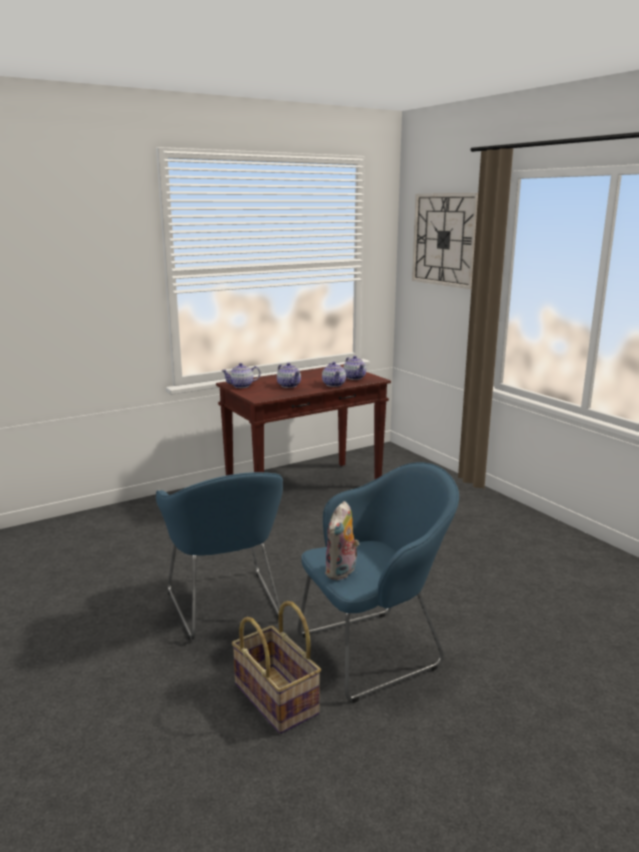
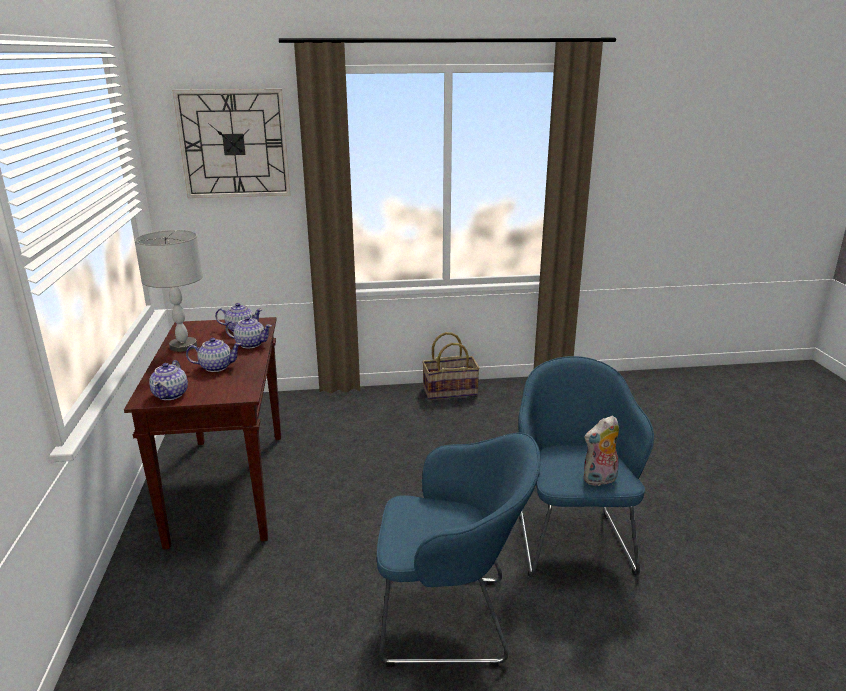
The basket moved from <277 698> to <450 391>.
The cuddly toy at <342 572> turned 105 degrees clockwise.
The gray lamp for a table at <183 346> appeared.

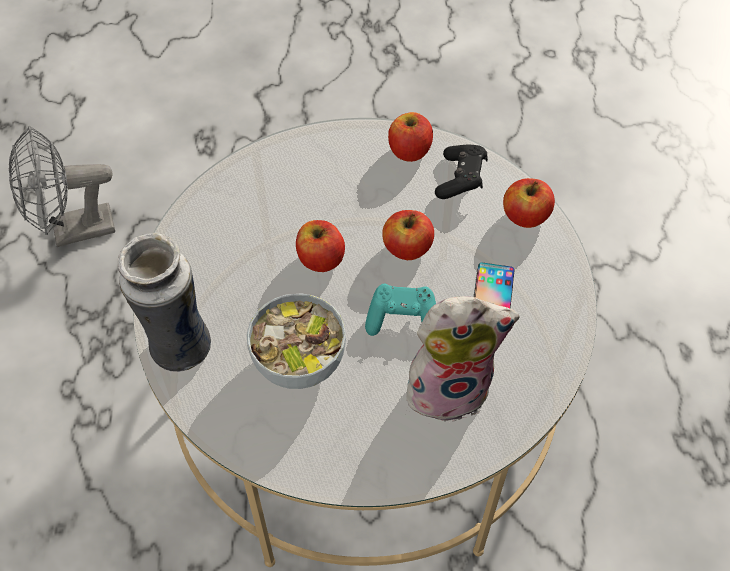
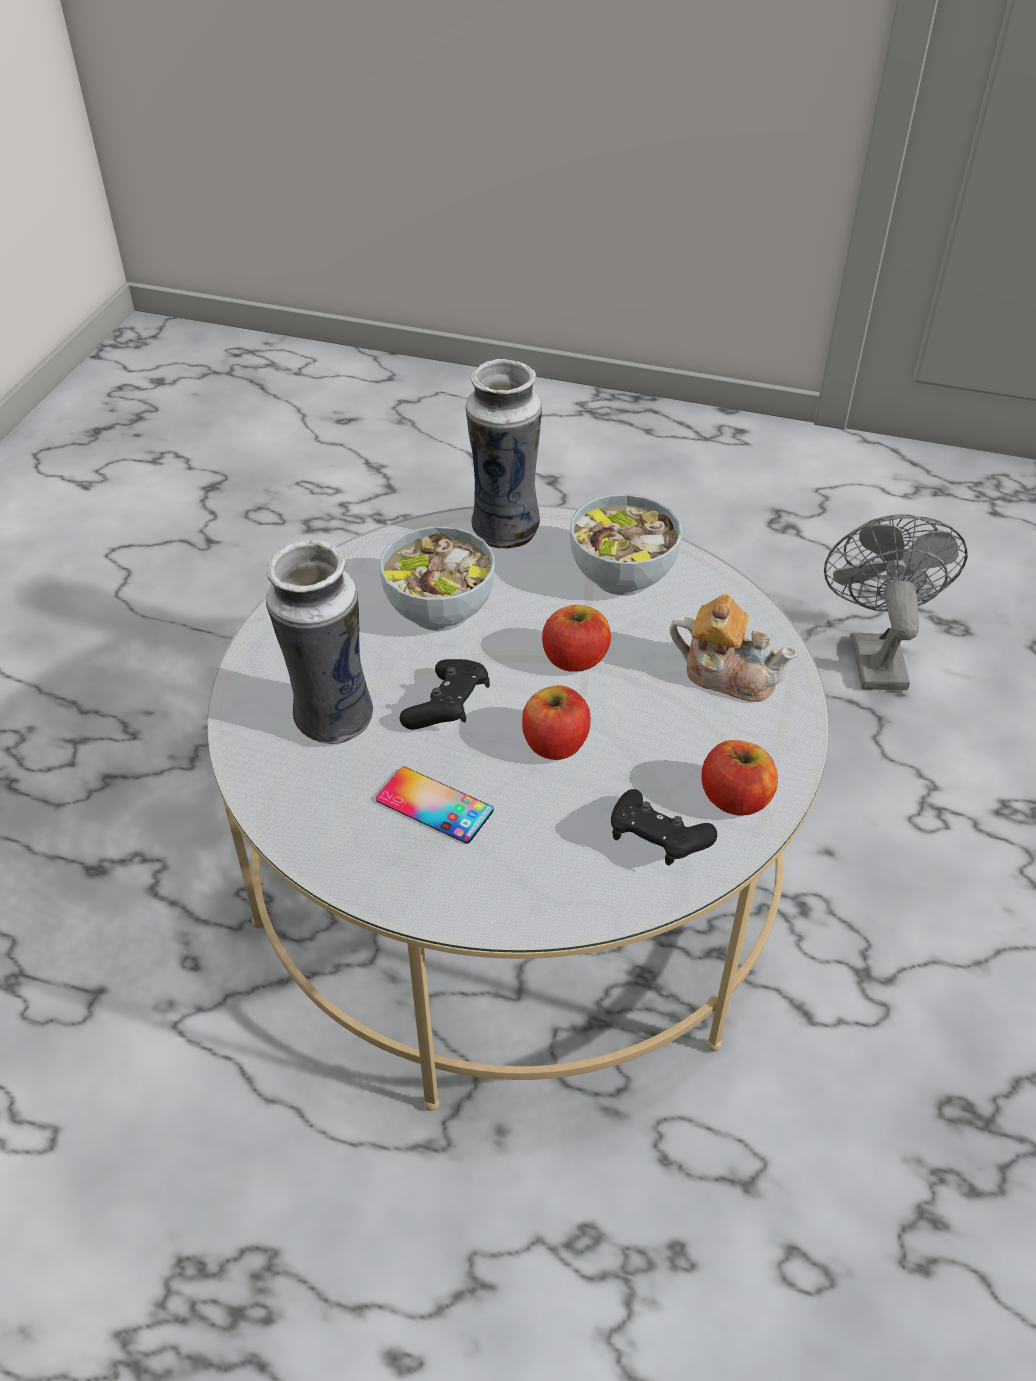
The blue-green gamepad at <402 319> became the black-coloured gamepad at <448 708>.
The cuddly toy at <449 388> was replaced by the flower vase at <331 721>.
The apple at <525 216> disappeared.
The deep dish at <621 575> appeared.
The pot for tea at <728 674> appeared.

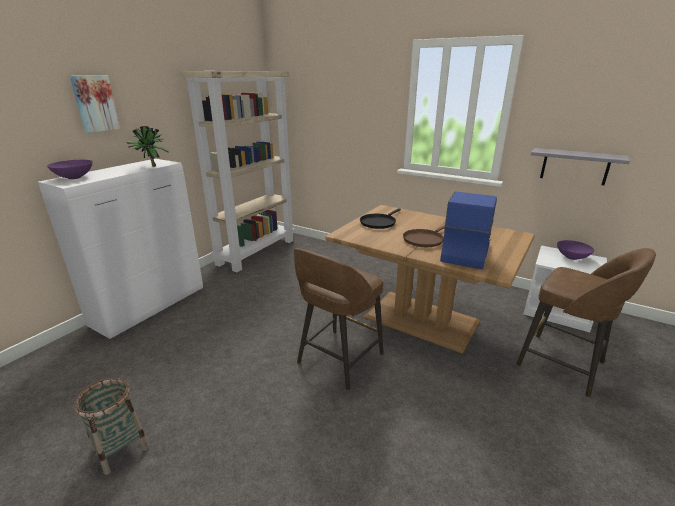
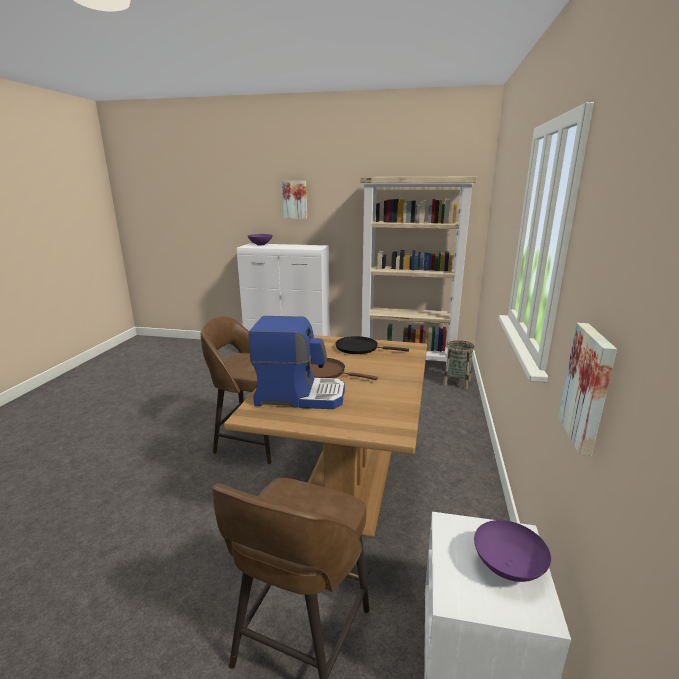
The basket moved from <121 448> to <457 383>.
The houseplant at <151 166> disappeared.
The gray wall shelf at <574 166> was replaced by the wall art at <590 387>.

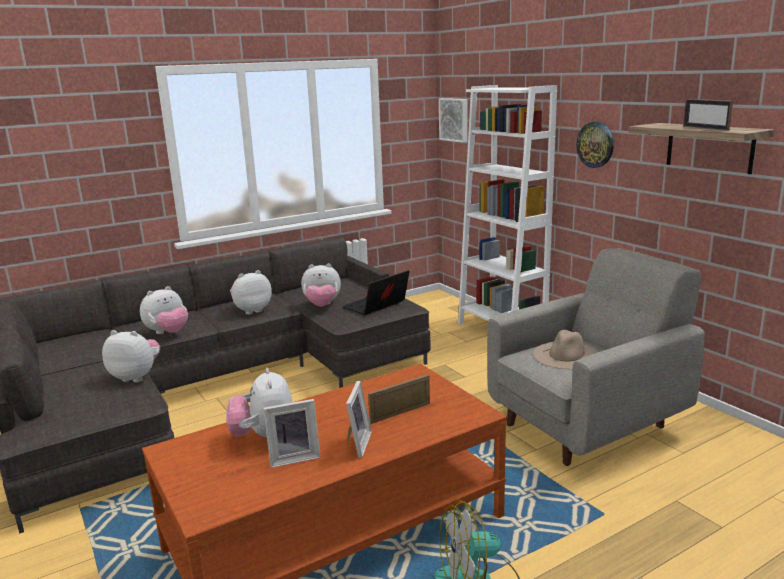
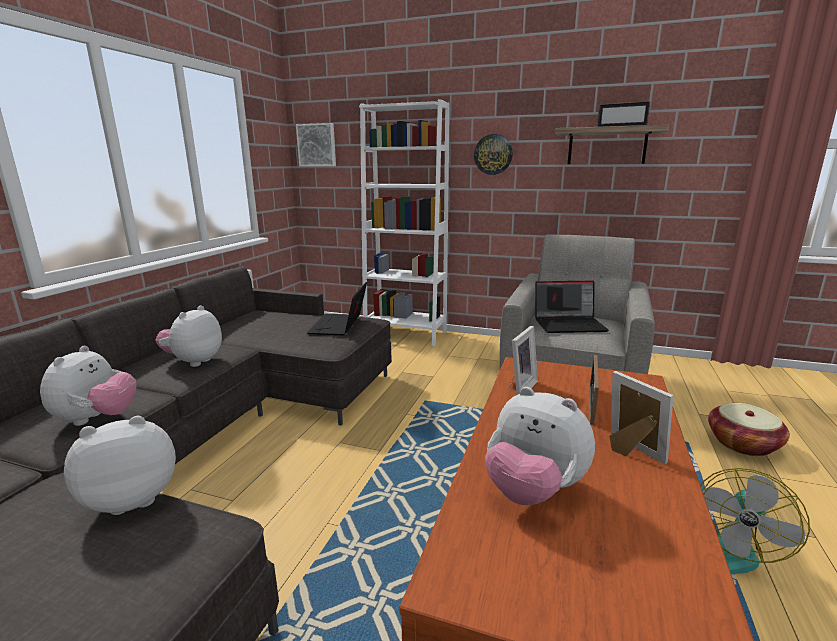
The standing frame moved from <294 457> to <519 388>.
The cuddly toy at <322 305> disappeared.
The beige-coloured clothing hat at <566 355> was replaced by the laptop at <569 324>.
The basket at <742 444> appeared.

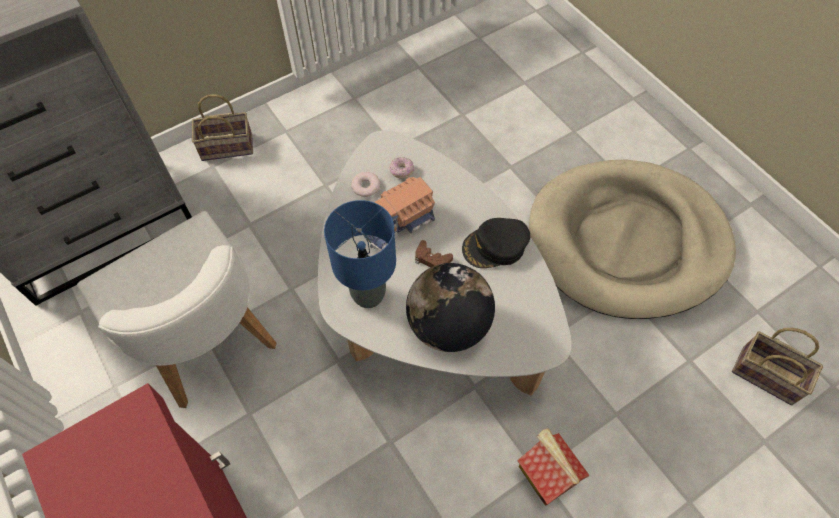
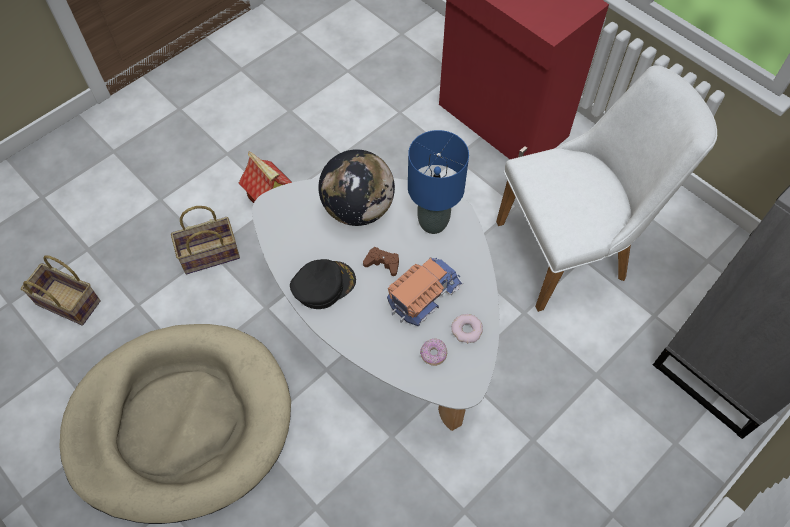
The white-coloured chair at <211 348> turned 120 degrees clockwise.
The basket moved from <228 146> to <208 256>.

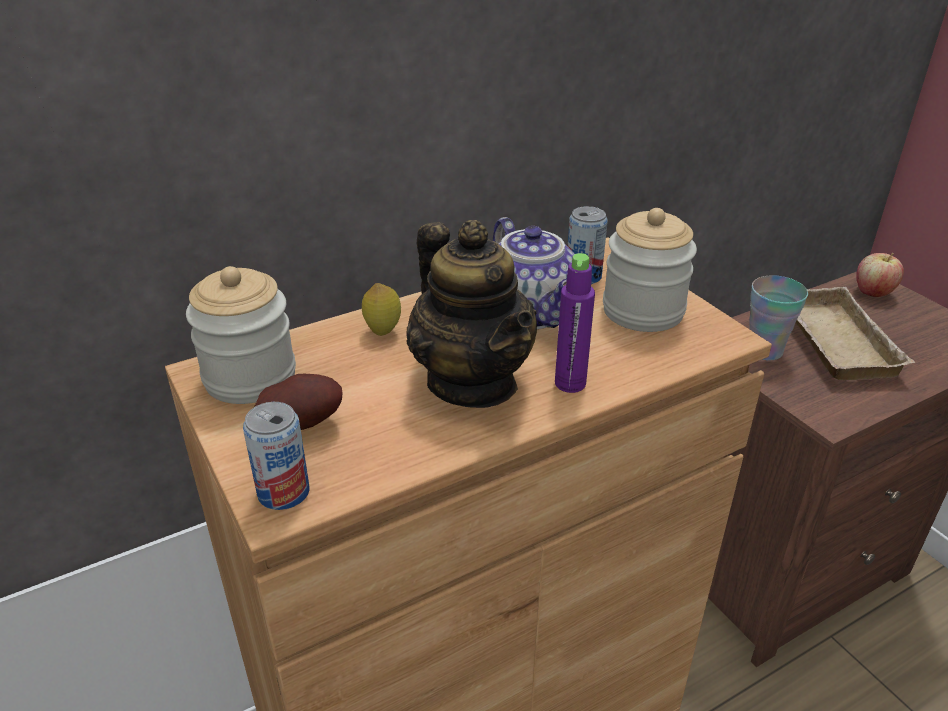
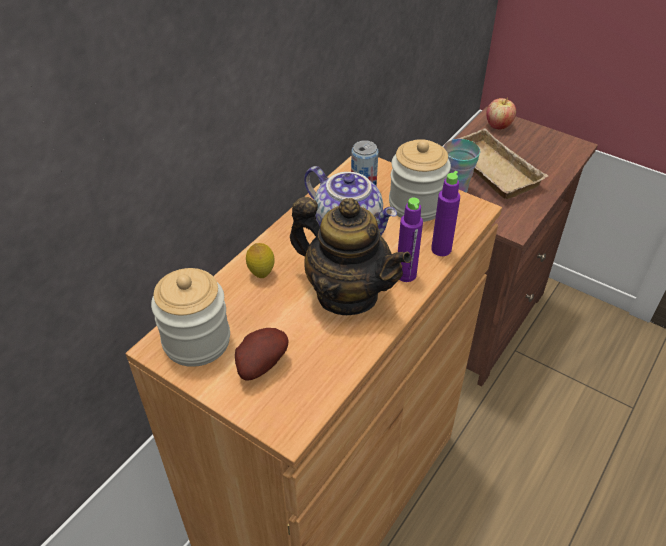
The metal can at <283 492> disappeared.
The purplish beverage bottle at <441 249> appeared.

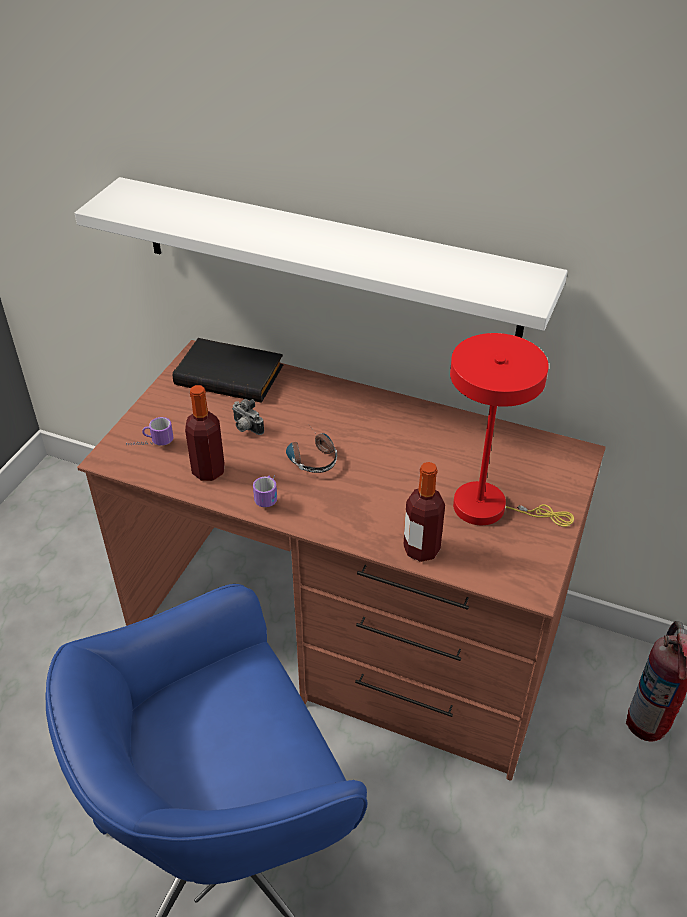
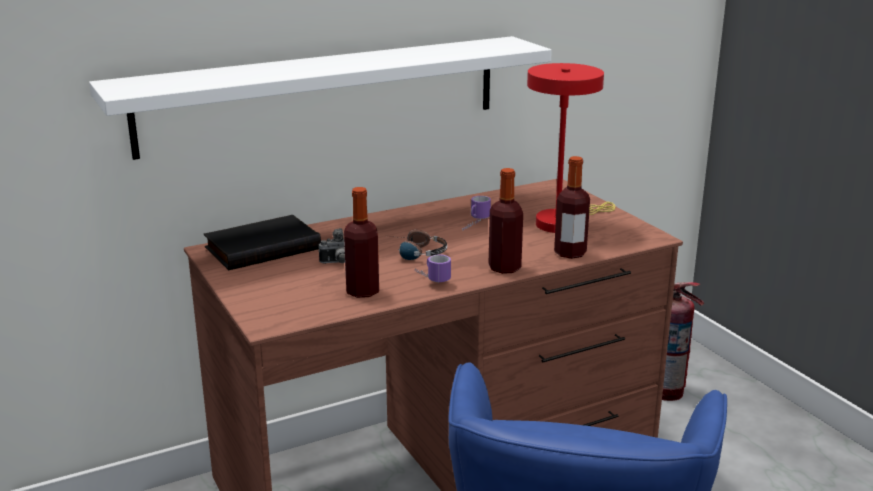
The coffee mug moved from <150 444> to <473 225>.
The beverage bottle at <504 268> appeared.

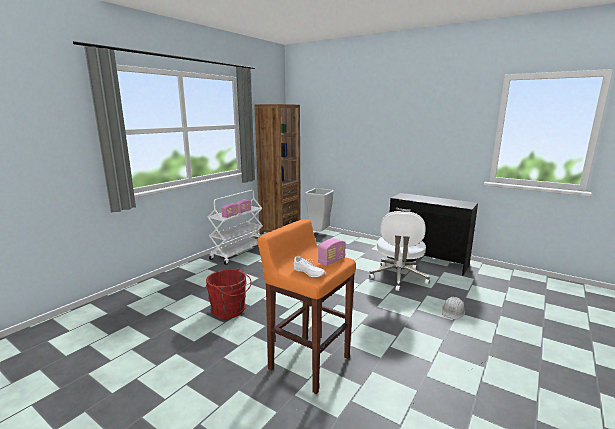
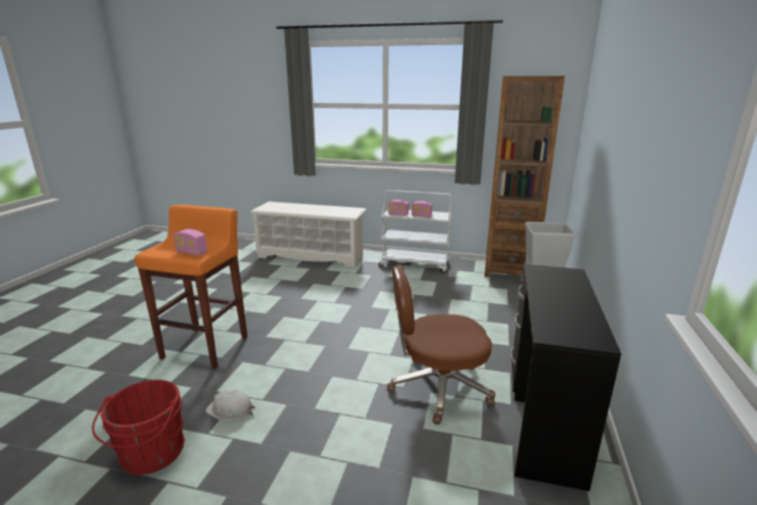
The reddish water bucket moved from <230 310> to <150 455>.
The white-coloured low shoe at <308 273> disappeared.
The white-coloured computer chair at <398 277> became the brown computer chair at <438 388>.
The white-coloured safety helmet moved from <453 311> to <230 410>.
The white-coloured shoe shelf at <311 256> appeared.

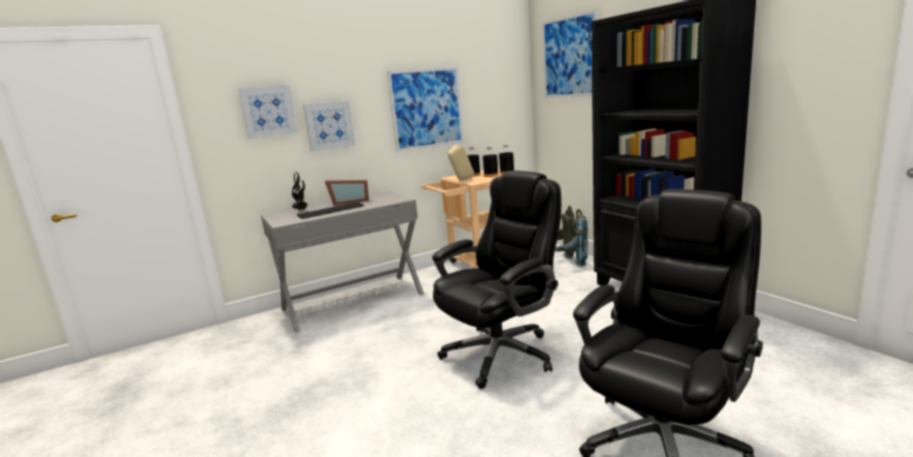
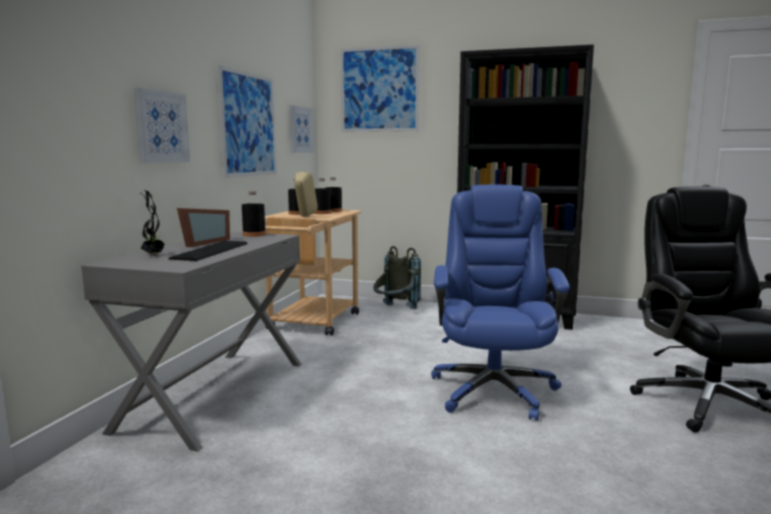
The wall art moved from <268 111> to <300 130>.
The black-coloured computer chair at <501 353> became the blue-coloured computer chair at <493 389>.
The black-coloured beverage bottle at <254 234> appeared.

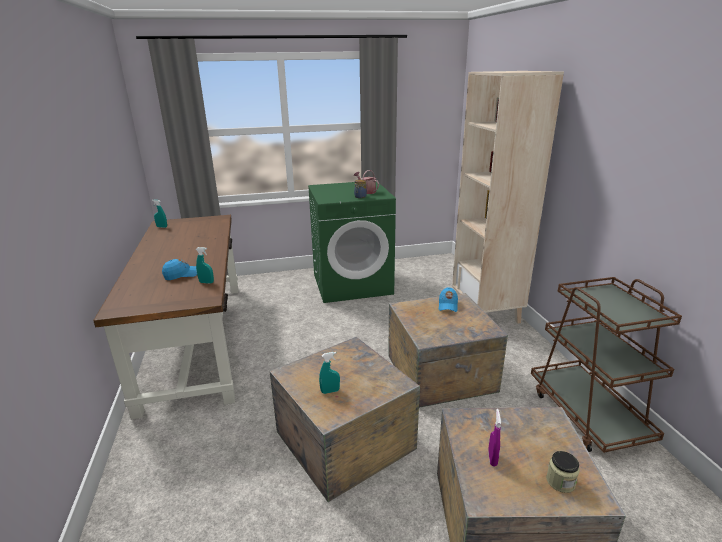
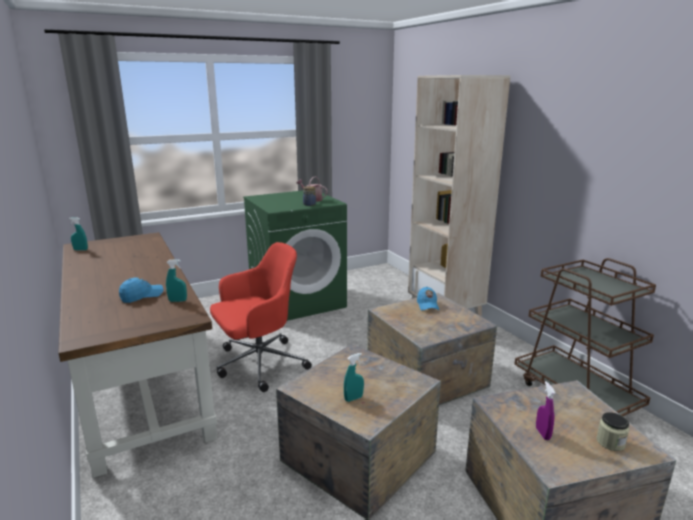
The reddish computer chair at <259 364> appeared.

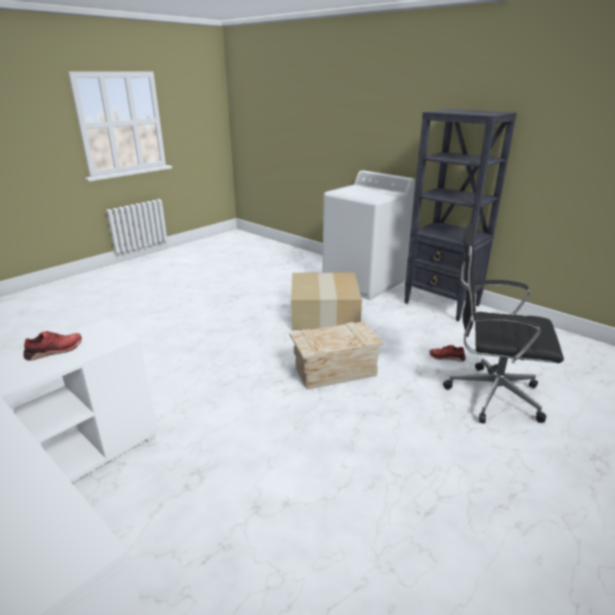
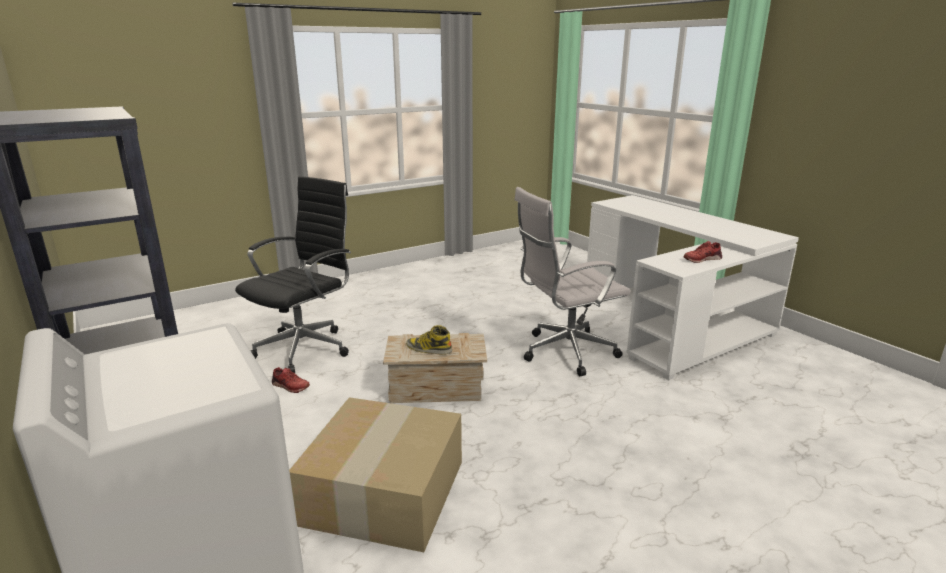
The black-coloured computer chair at <489 395> turned 90 degrees counterclockwise.
The tall boot at <428 349> appeared.
The white-coloured computer chair at <564 352> appeared.

